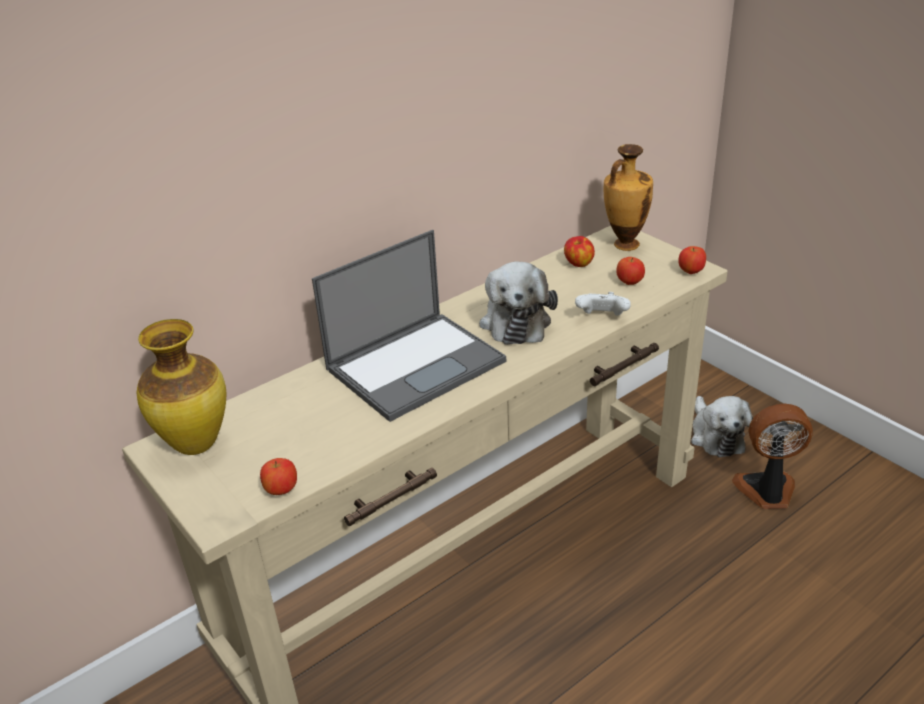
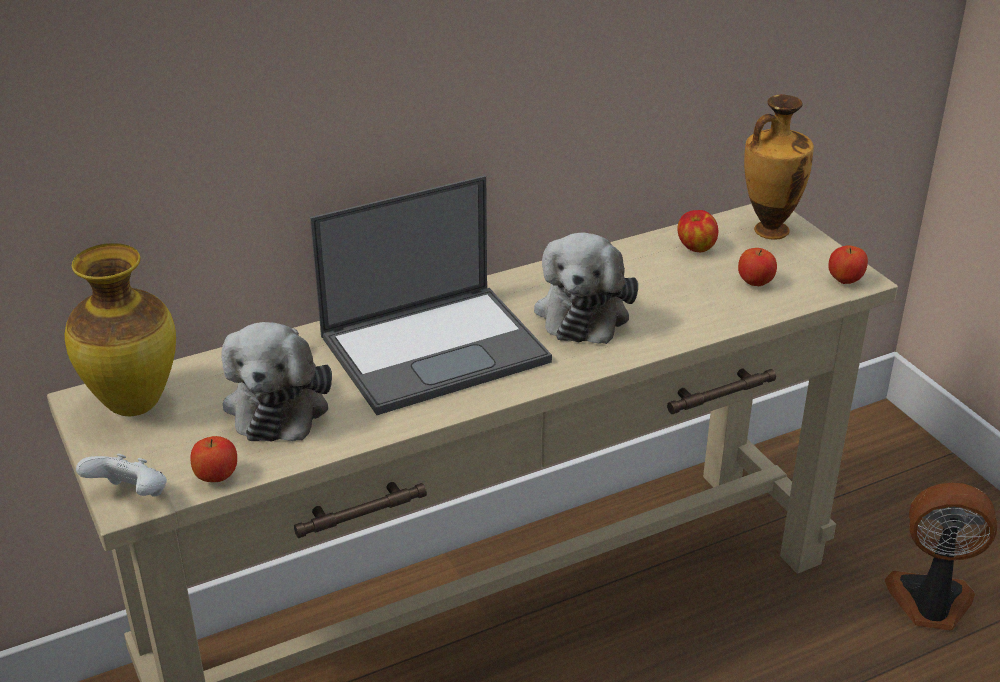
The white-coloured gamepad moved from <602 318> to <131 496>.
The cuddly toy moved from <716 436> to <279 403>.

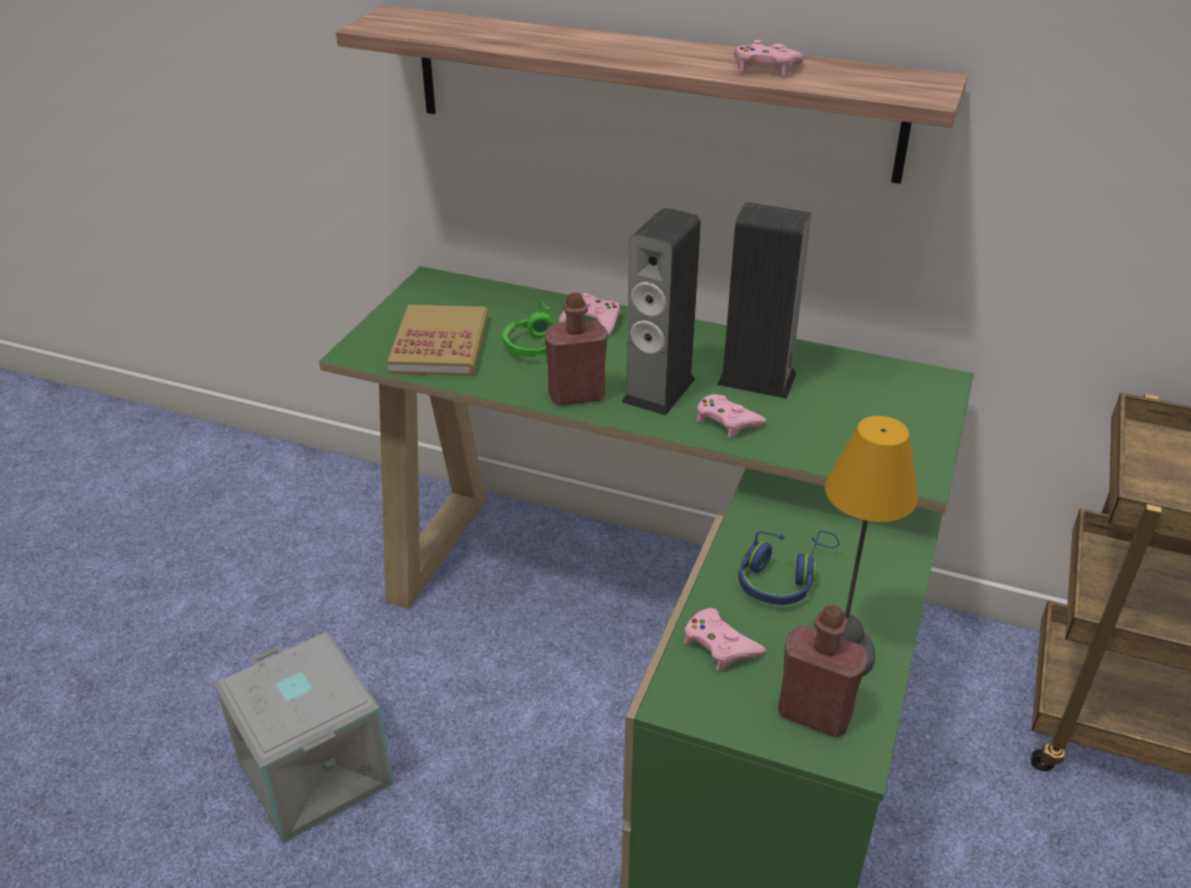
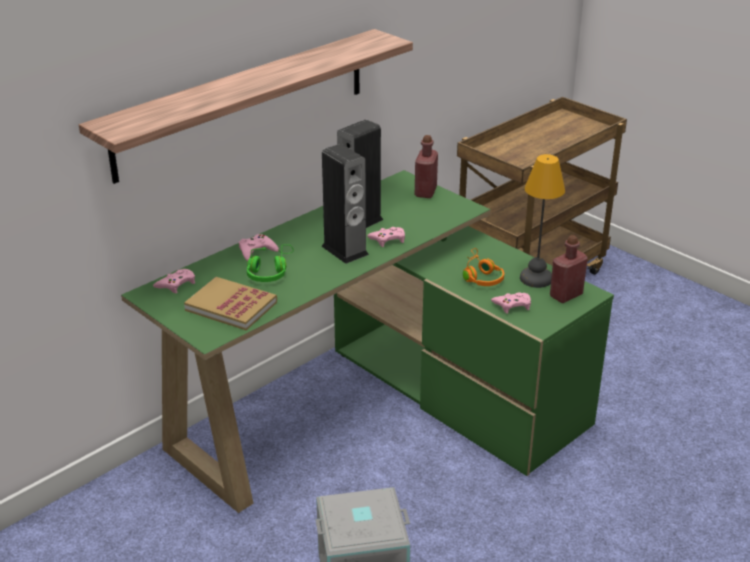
The reddish beverage bottle moved from <576 395> to <425 192>.
The pink-coloured gamepad moved from <765 68> to <176 284>.
The blue-coloured headset at <783 577> became the orange headset at <480 276>.

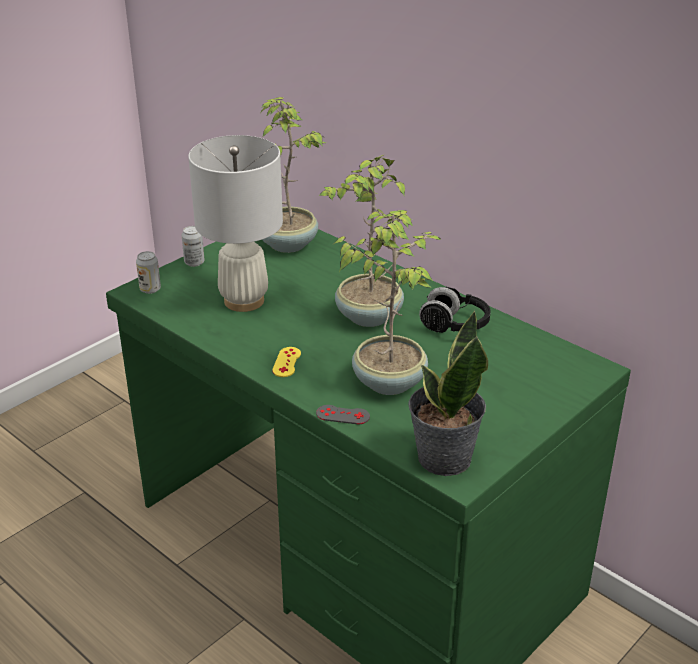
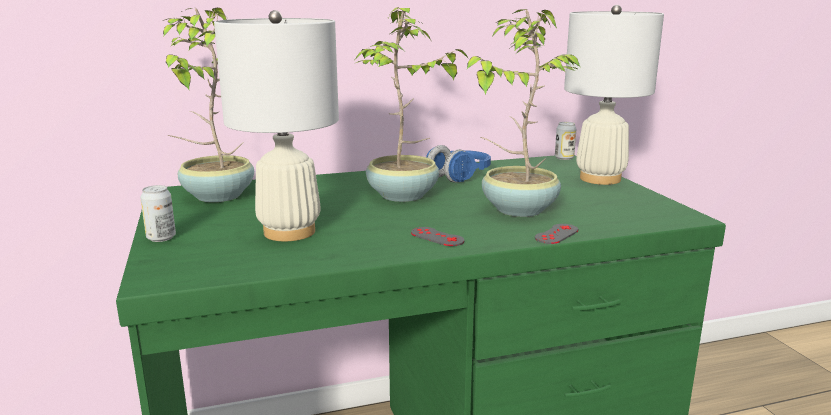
The metal can moved from <150 289> to <564 158>.
The yellow gamepad at <286 362> became the gray gamepad at <437 237>.
The houseplant at <443 458> disappeared.
The black-coloured headset at <454 326> became the blue-coloured headset at <458 177>.
The white-coloured lamp for a table at <600 179> appeared.

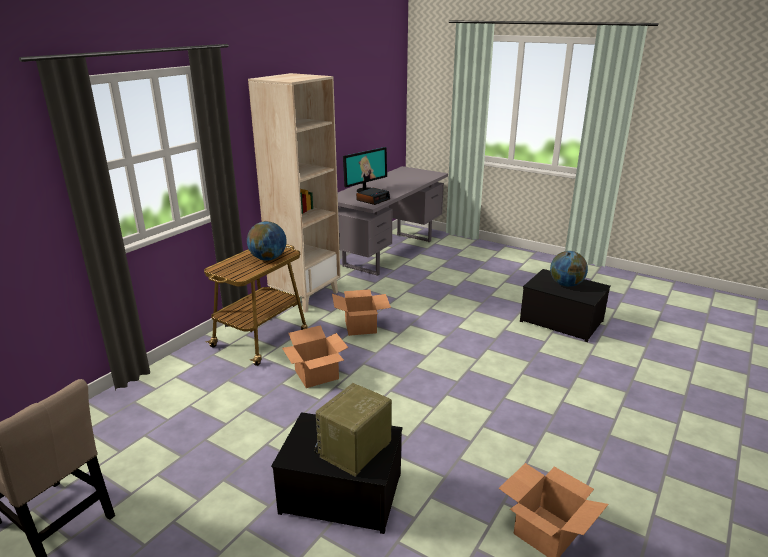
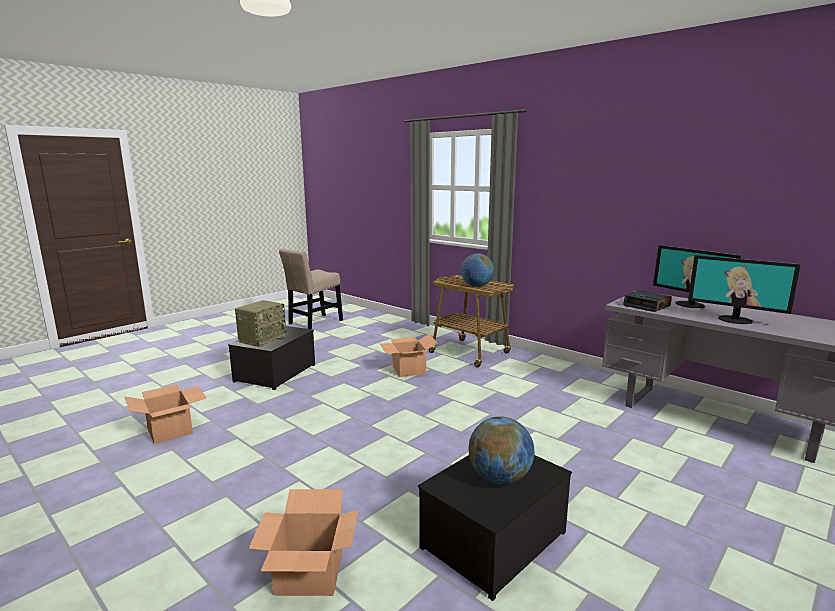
The beige-coloured bookshelf at <305 296> disappeared.
The radio set at <355 451> turned 75 degrees clockwise.
The cardboard box moved from <360 326> to <310 573>.
The computer screen at <735 319> appeared.

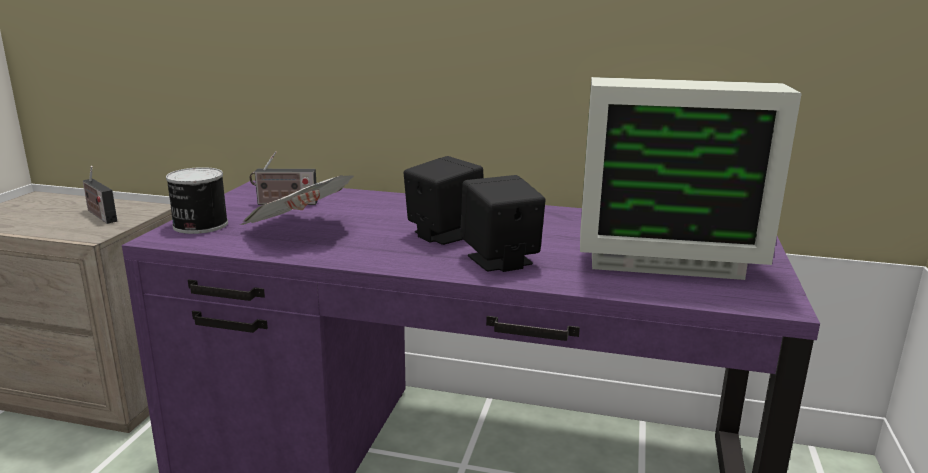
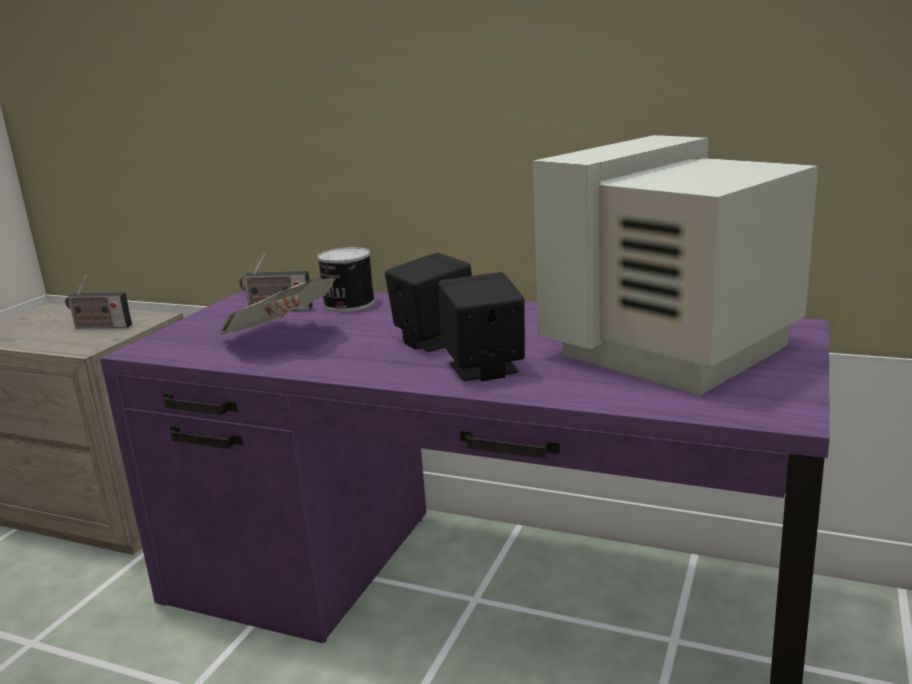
The radio set at <100 215> turned 45 degrees counterclockwise.
The metal can moved from <199 225> to <348 304>.
The computer screen at <659 247> turned 120 degrees clockwise.

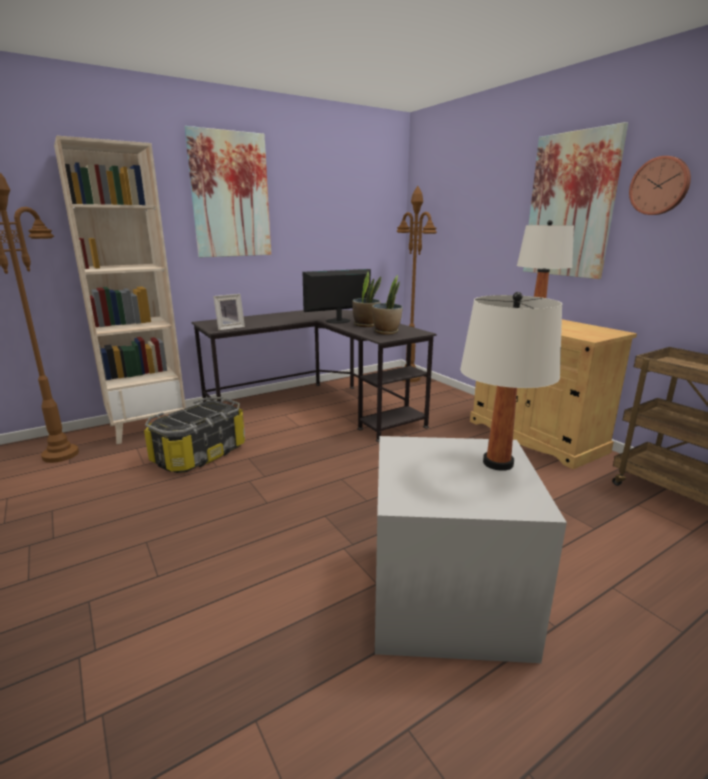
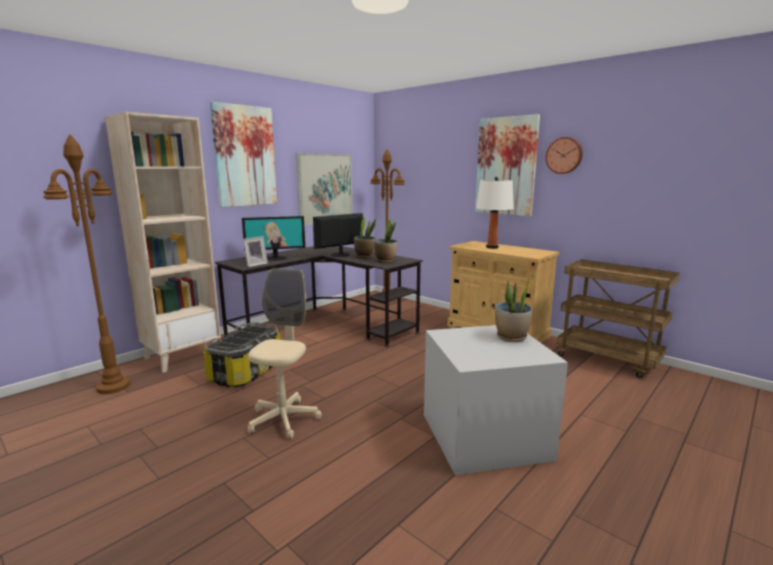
The white-coloured lamp for a table at <498 463> was replaced by the houseplant at <511 337>.
The computer screen at <276 258> appeared.
The beige-coloured computer chair at <283 419> appeared.
The wall art at <325 188> appeared.

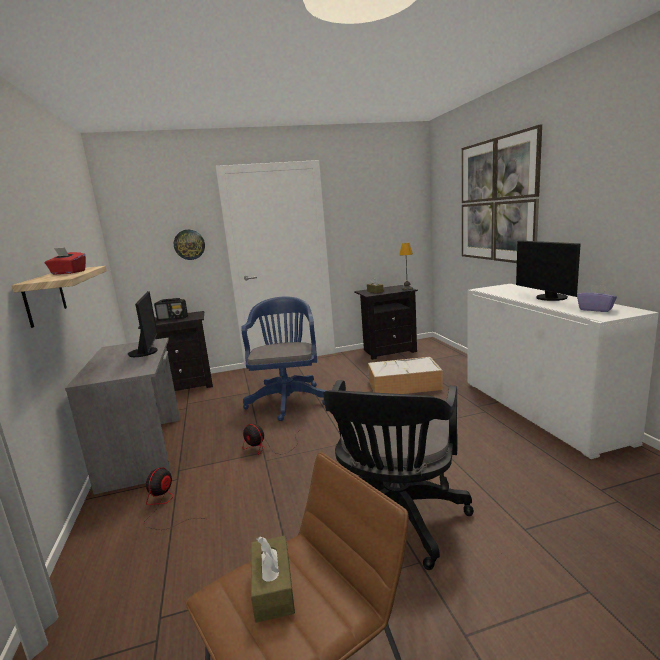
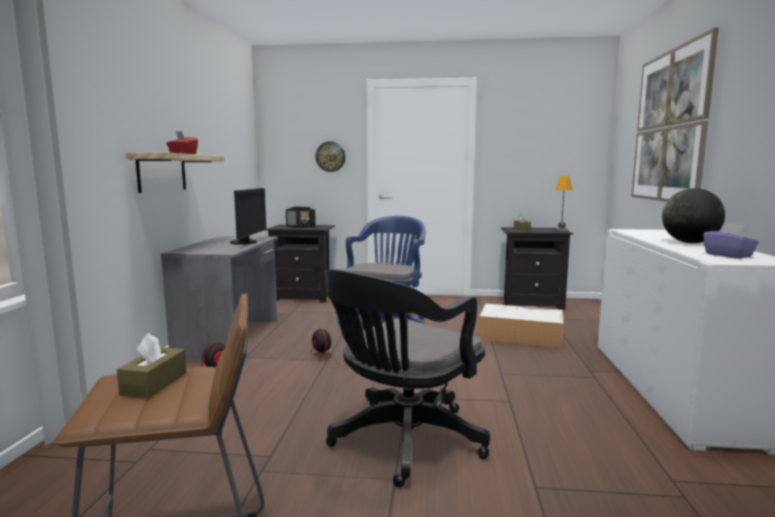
The computer screen at <548 298> was replaced by the desk globe at <690 243>.

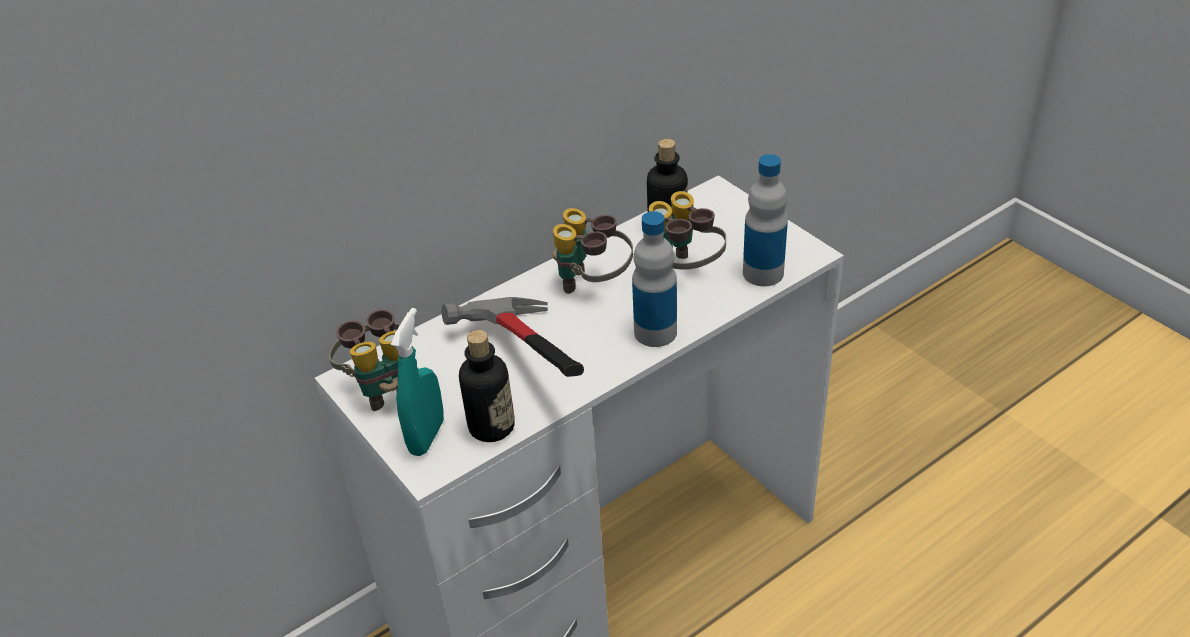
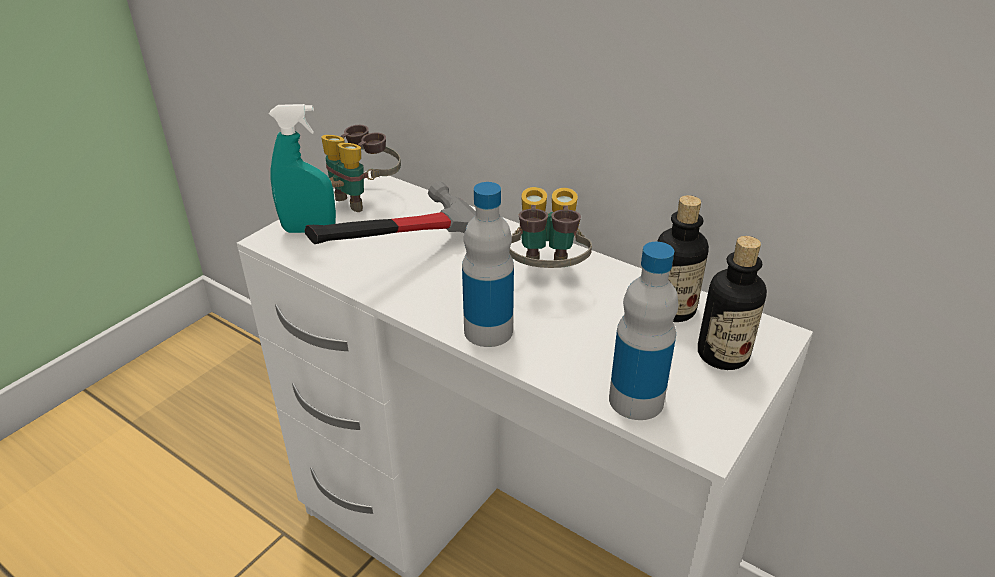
The beverage bottle moved from <491 426> to <722 354>.
The field glasses at <684 272> disappeared.

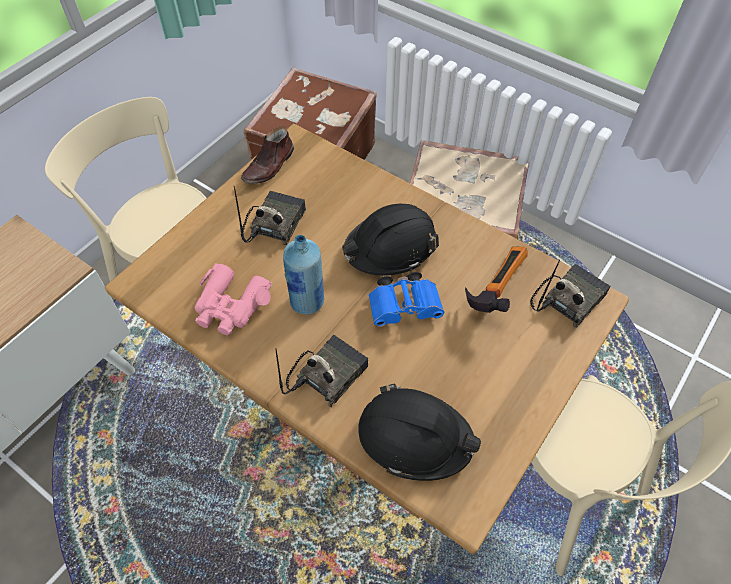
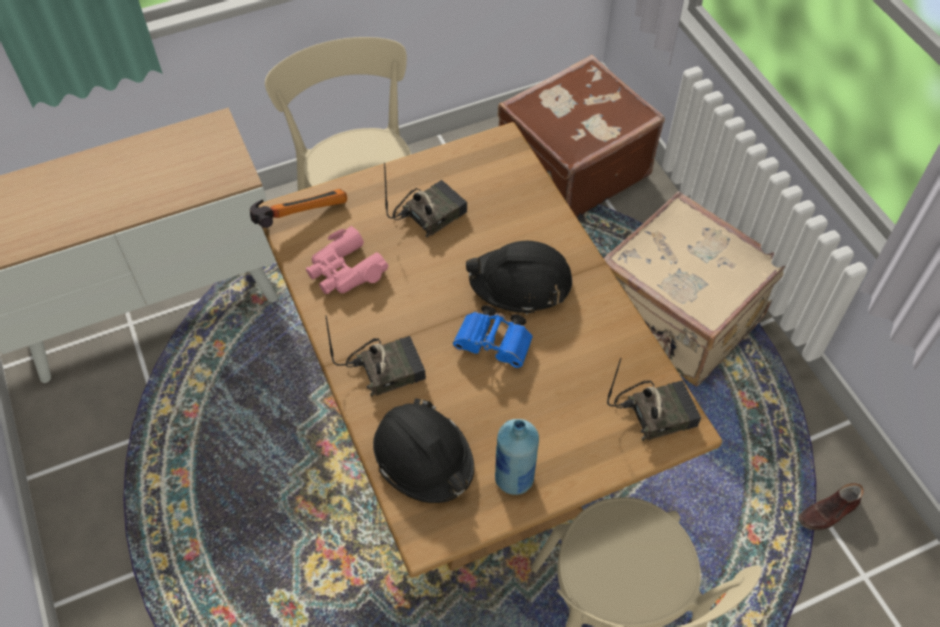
The brown low shoe moved from <269 166> to <828 512>.
The blue-coloured beverage bottle moved from <307 302> to <514 479>.
The hand hammer moved from <493 286> to <298 214>.

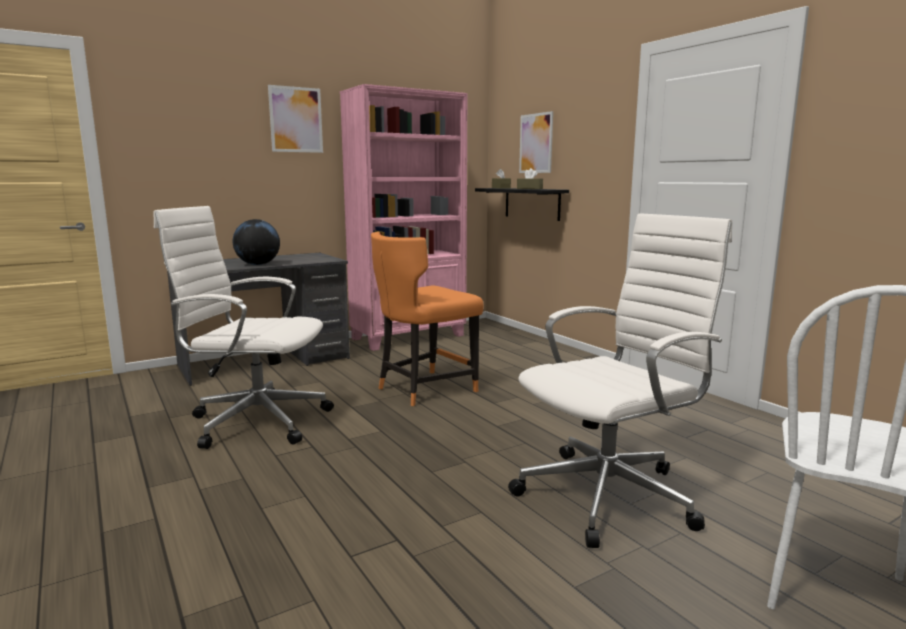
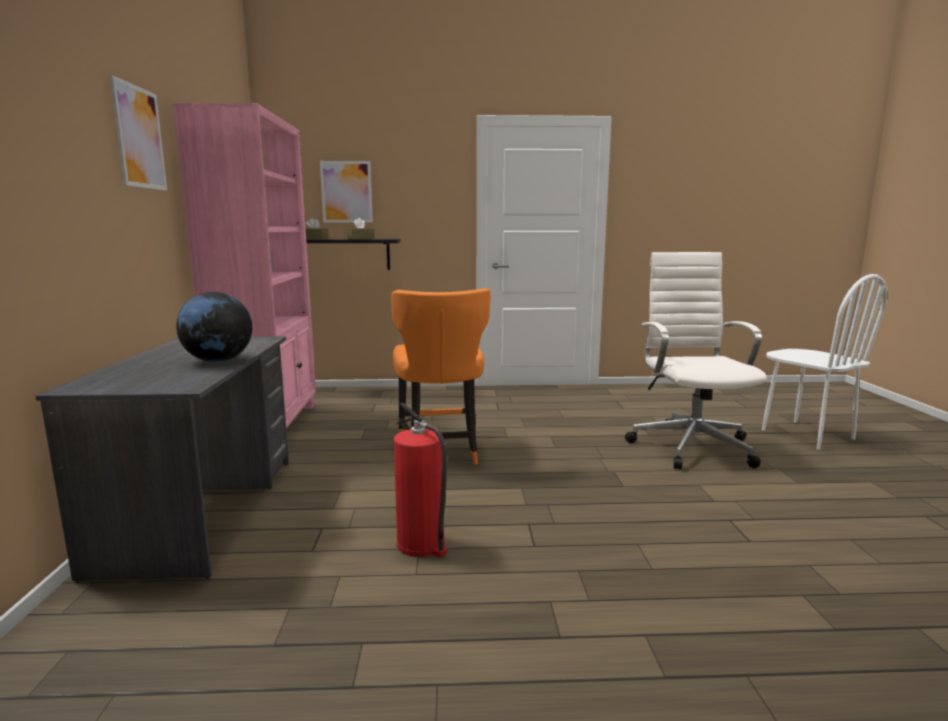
The white-coloured computer chair at <255 421> was replaced by the fire-fighting cylinder at <421 544>.

